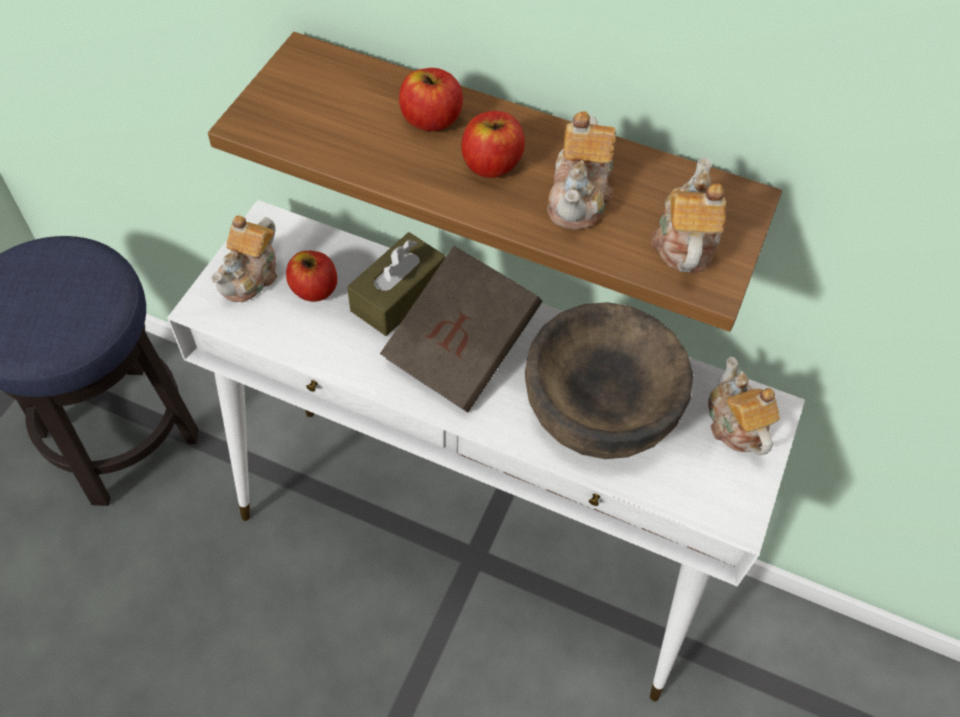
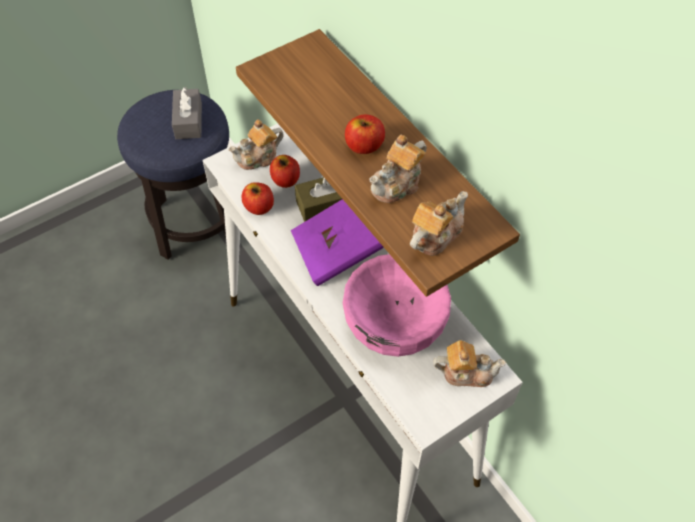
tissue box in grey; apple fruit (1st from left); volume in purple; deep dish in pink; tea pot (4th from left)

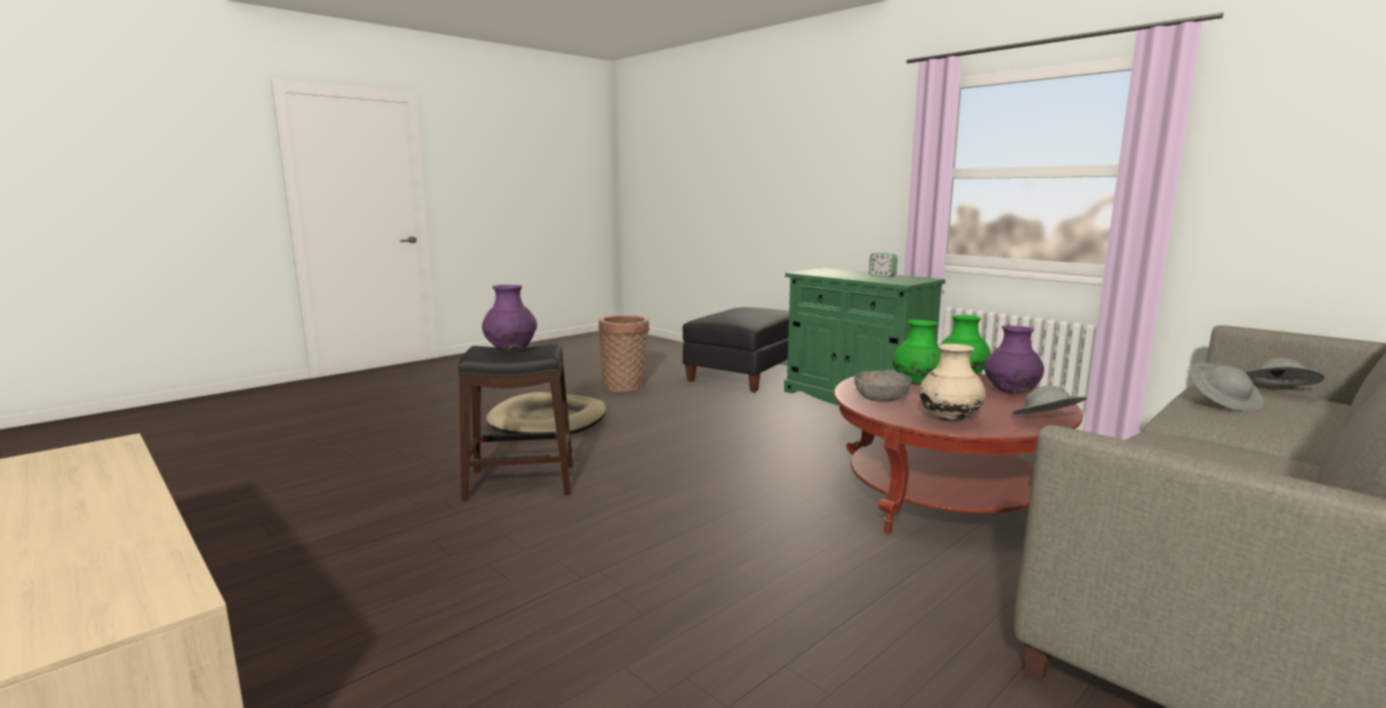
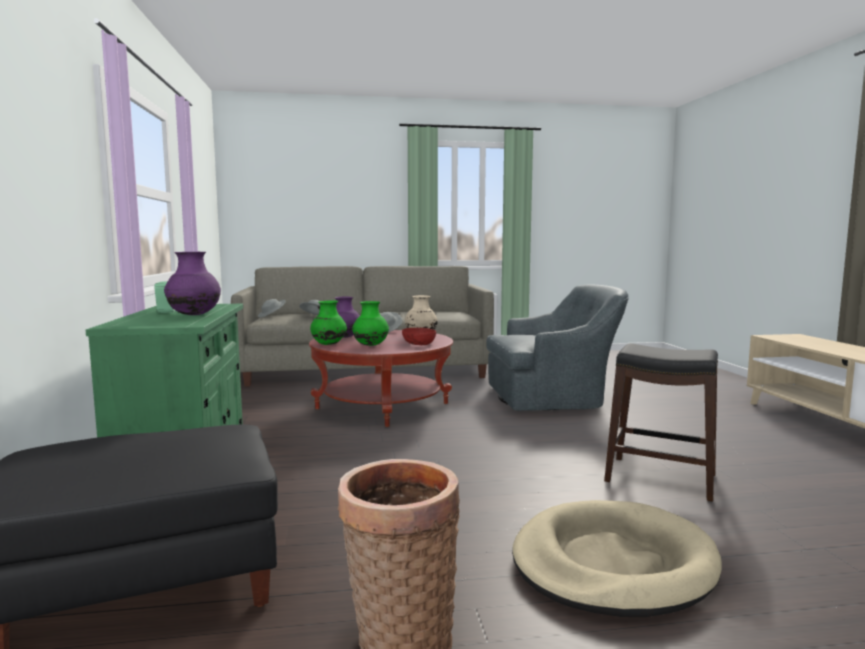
armchair in grey; vase in purple (1st from left); deep dish in red-coloured

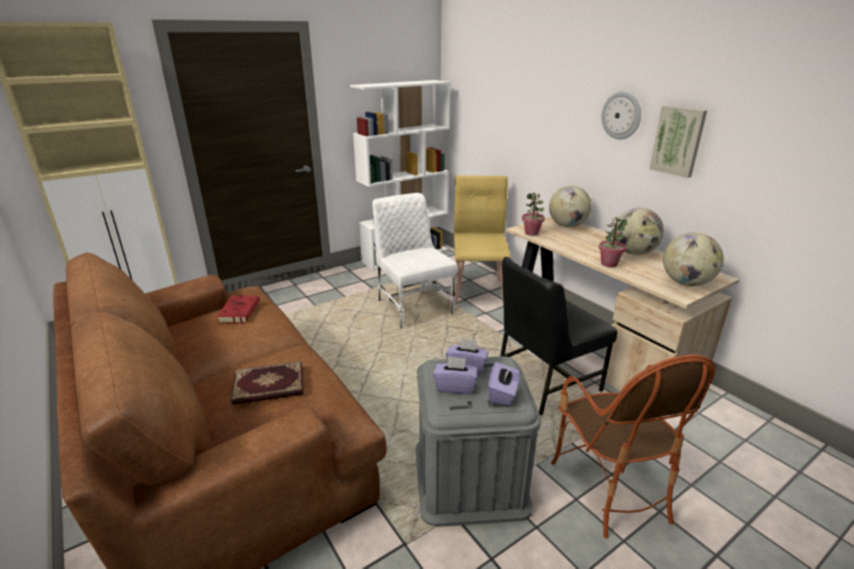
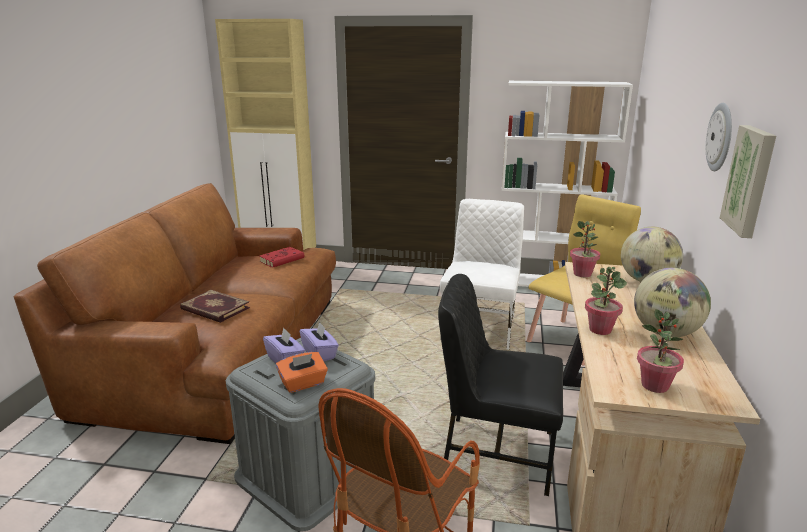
potted plant (3rd from left); tissue box in orangey

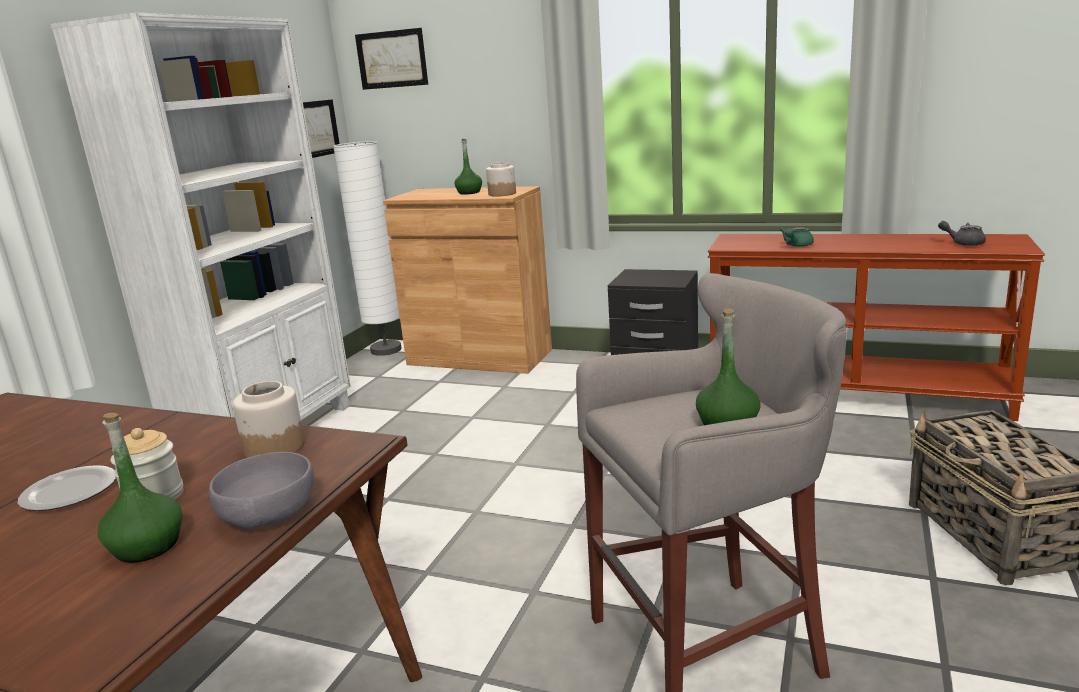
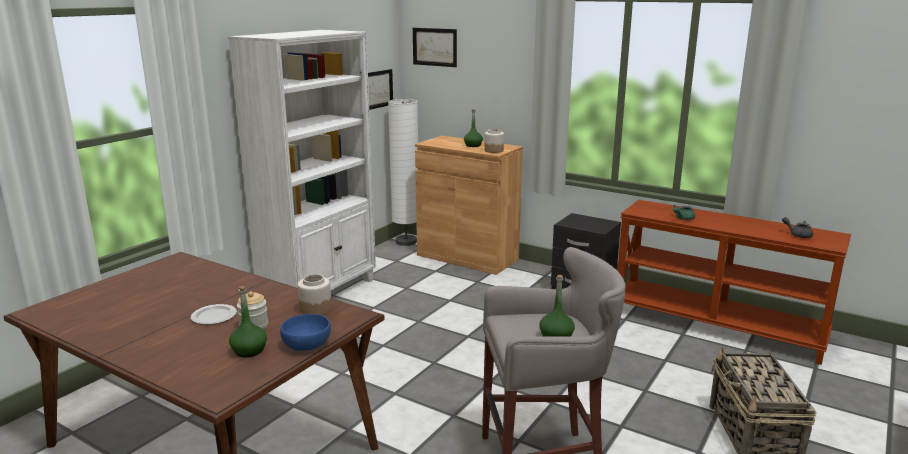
deep dish in blue

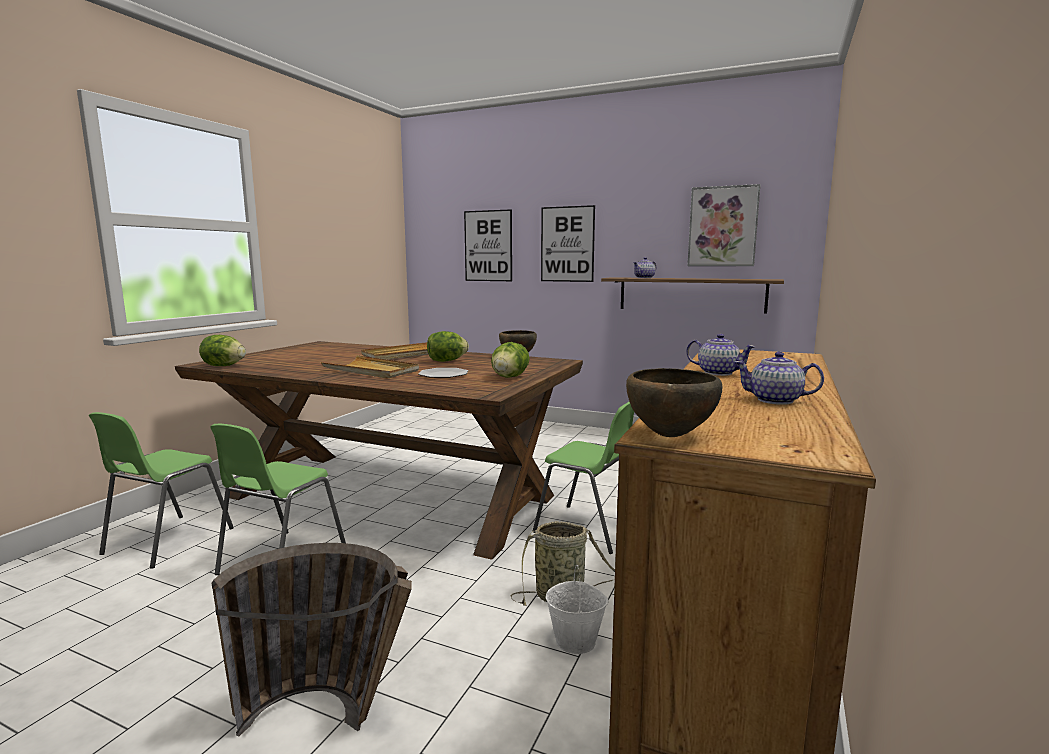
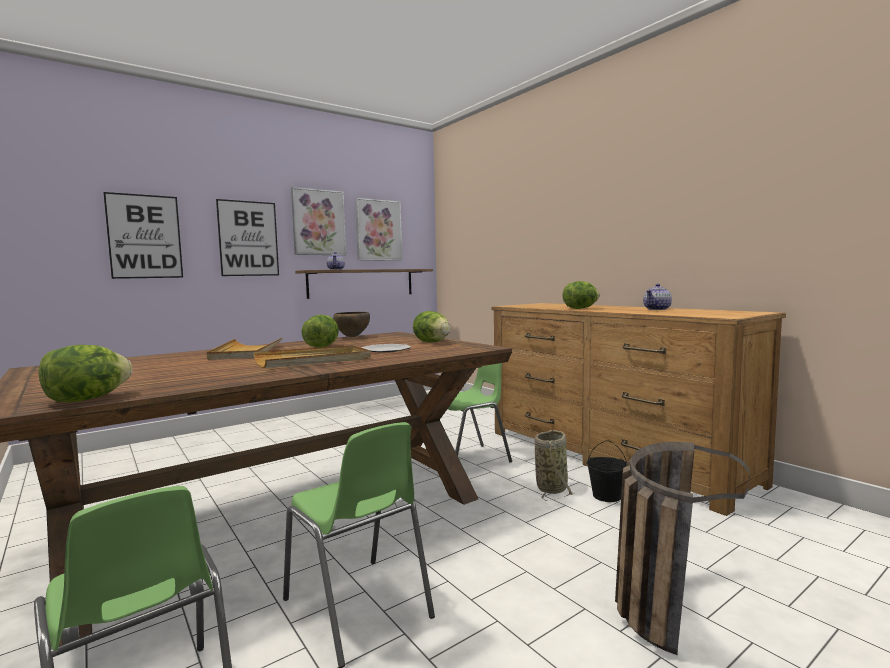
deep dish in brown-coloured (2nd from left in the first image); picture (3rd from left); head of lettuce (4th from left); bucket in black

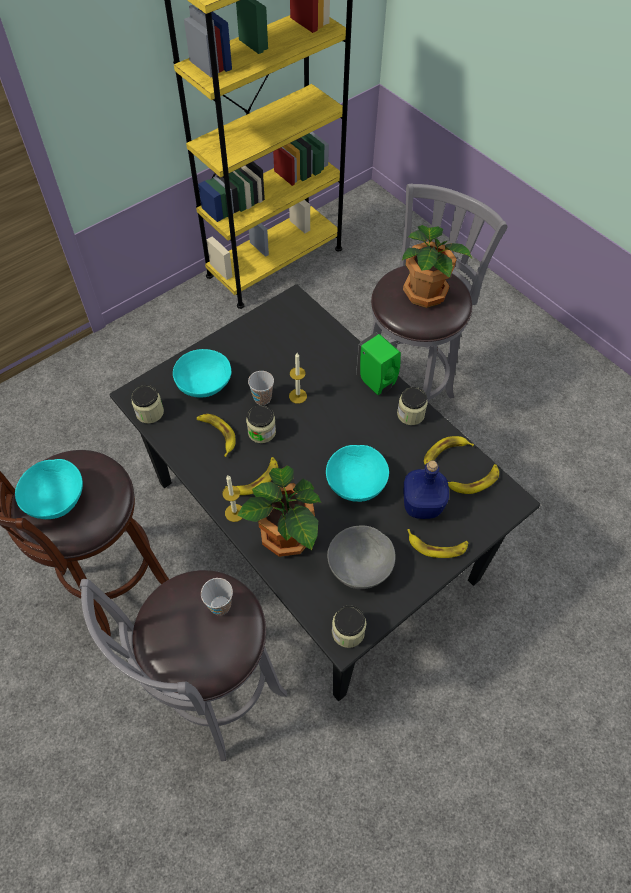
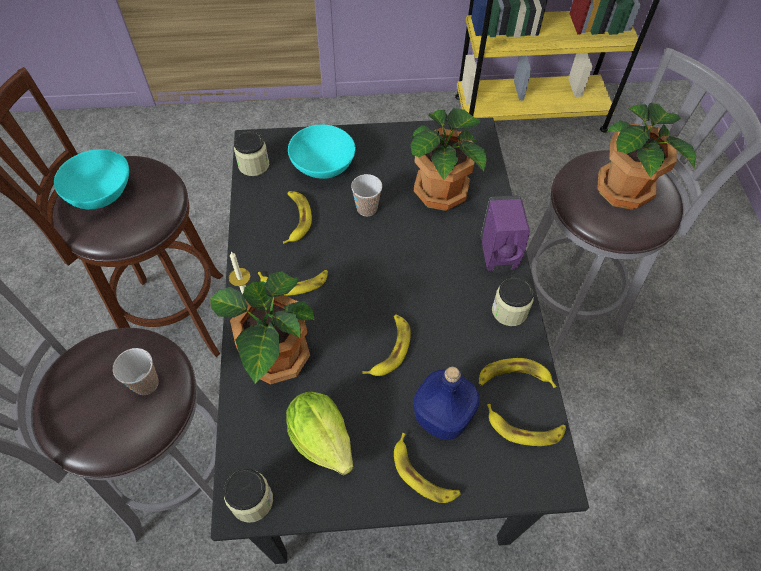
storage jar (2nd from left in the first image); wax light (2nd from left in the first image); potted plant (2nd from left); banana fruit (3rd from left); head of lettuce; soap bottle in purple

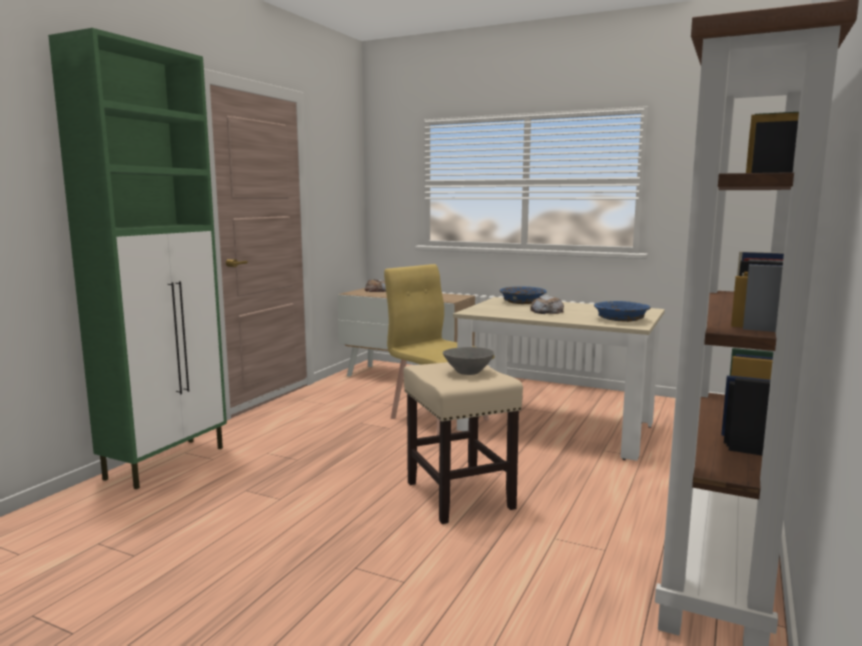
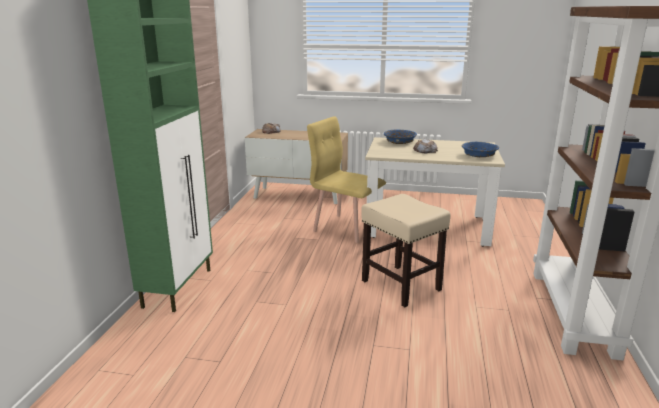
deep dish in grey

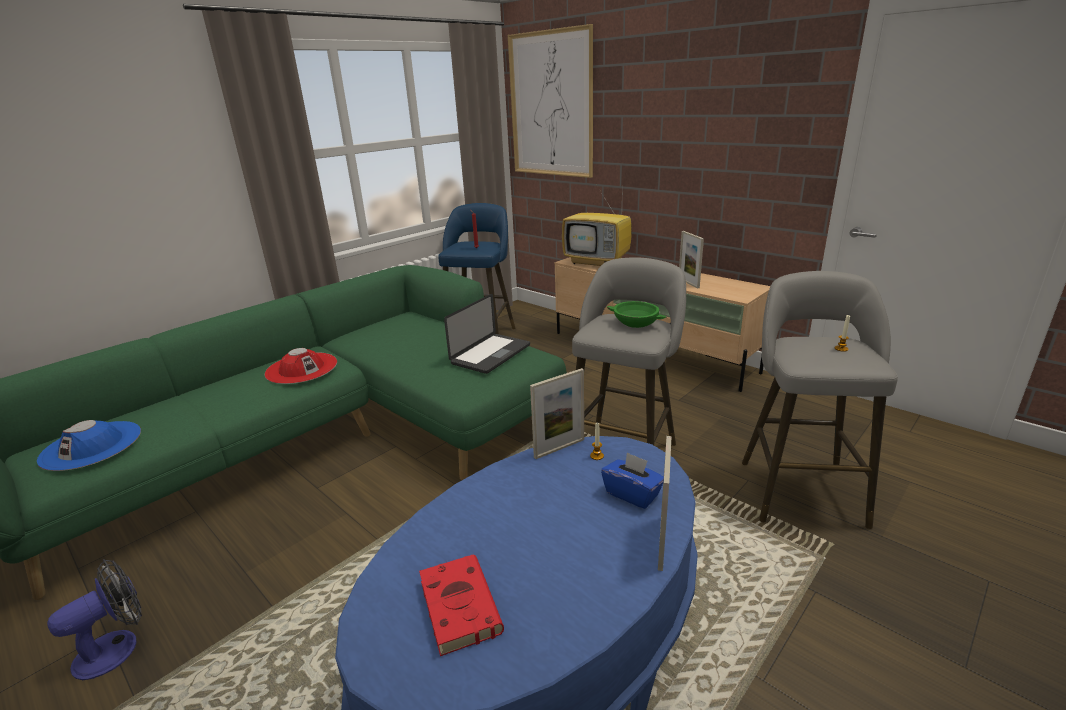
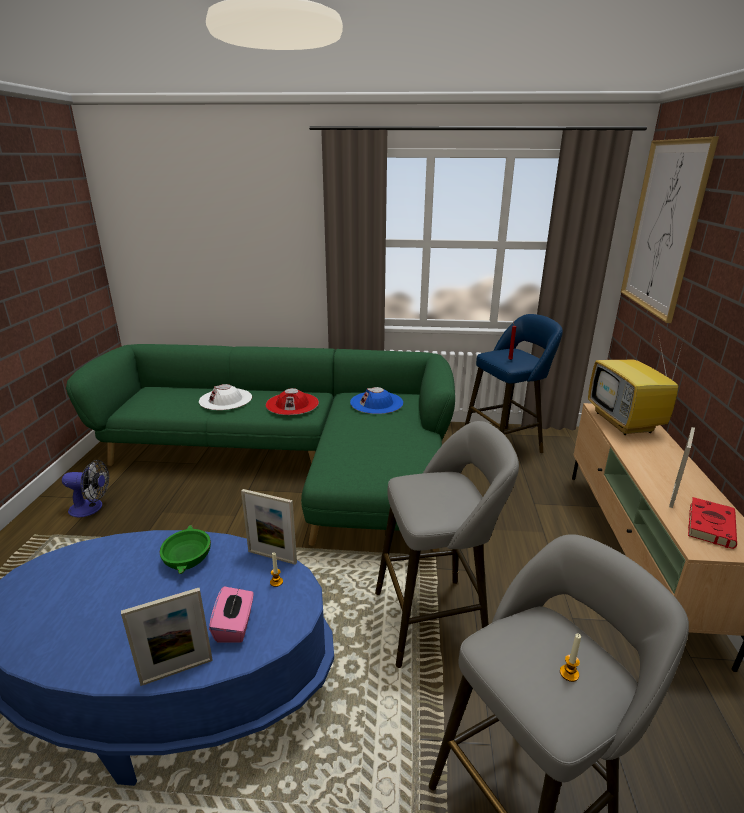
notebook computer; hat in whitish; hat in blue; volume in red-coloured; deep dish in greenish; tissue box in pink

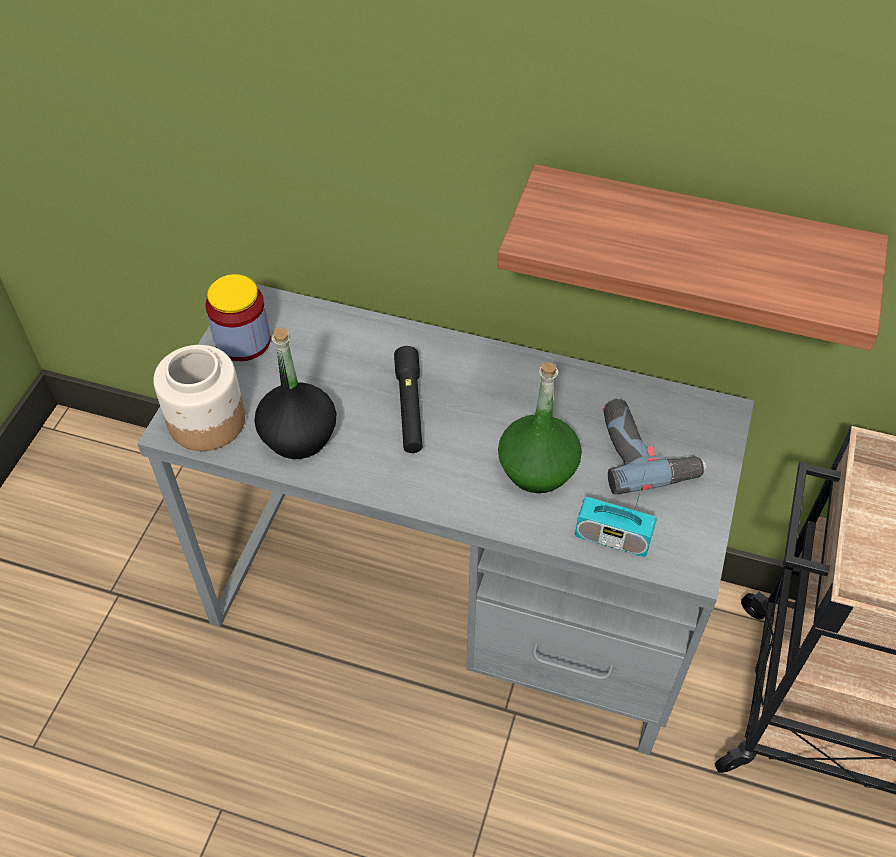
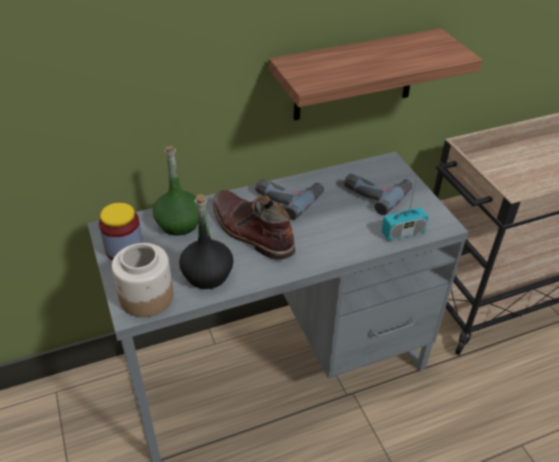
drill (1st from left); bottle in greenish; tall boot in brown-coloured

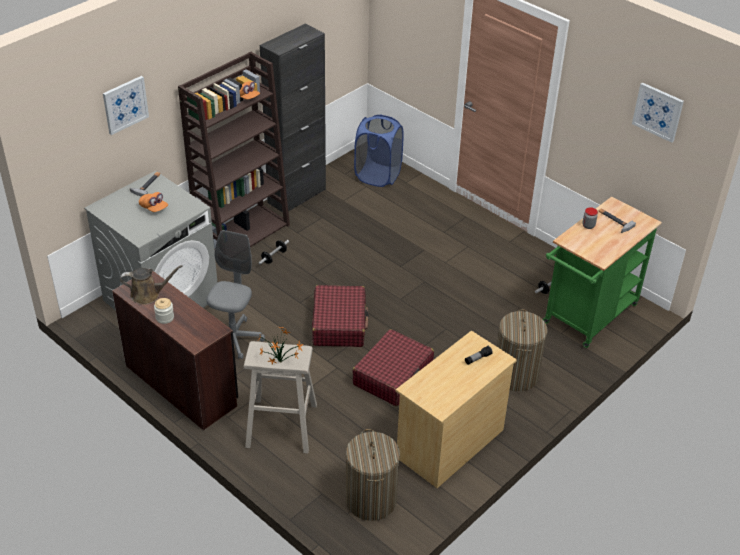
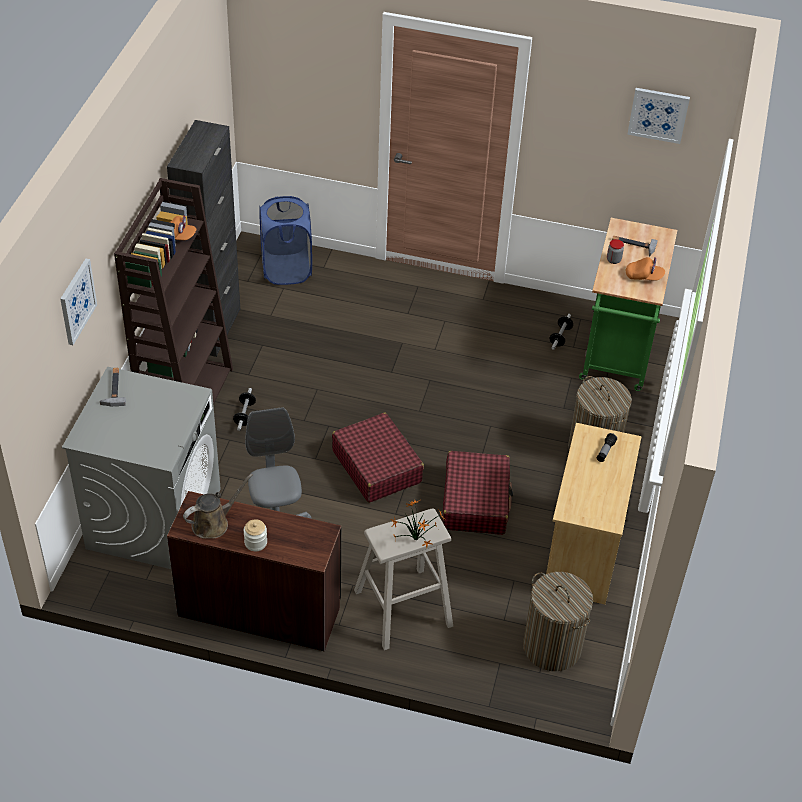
cap in orangey (2nd from left)

